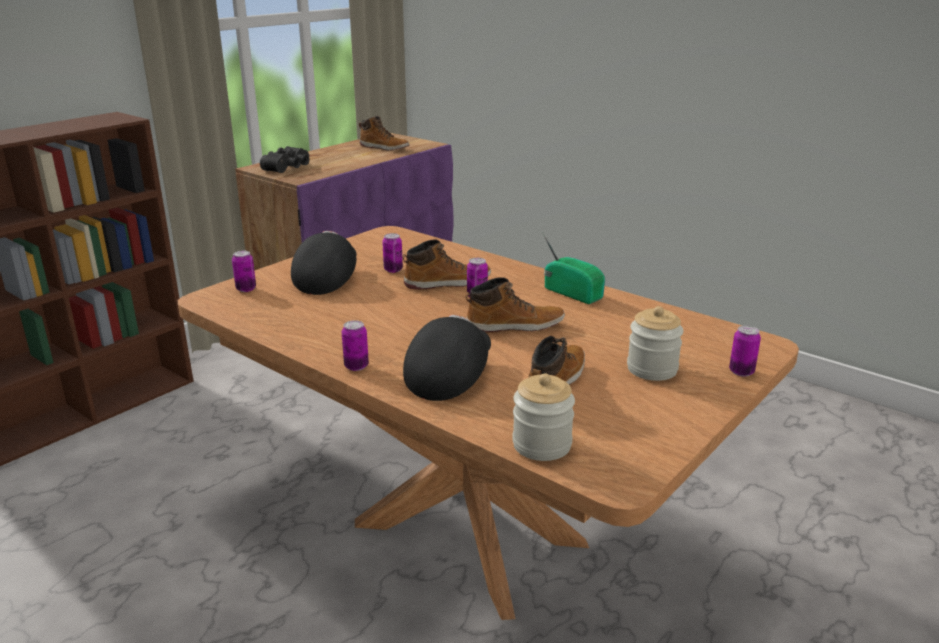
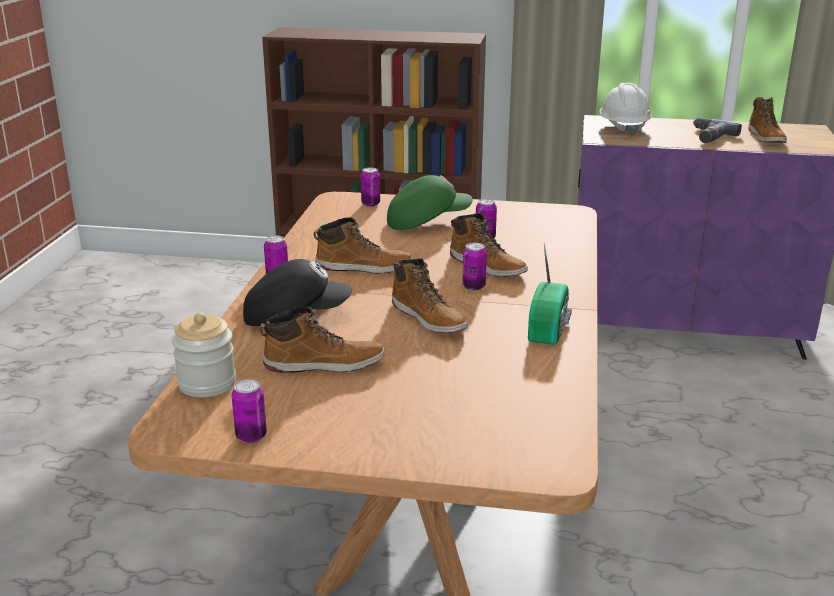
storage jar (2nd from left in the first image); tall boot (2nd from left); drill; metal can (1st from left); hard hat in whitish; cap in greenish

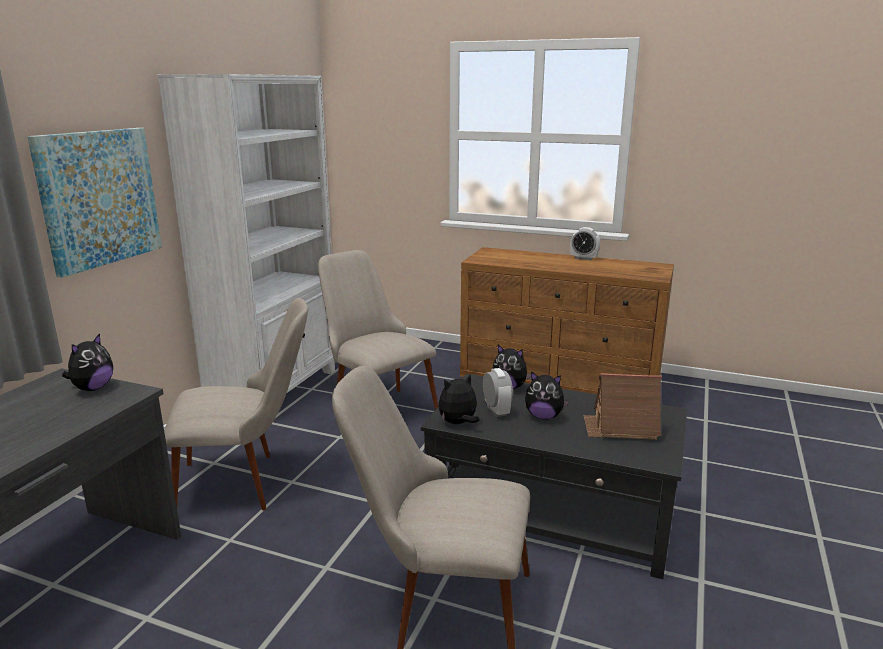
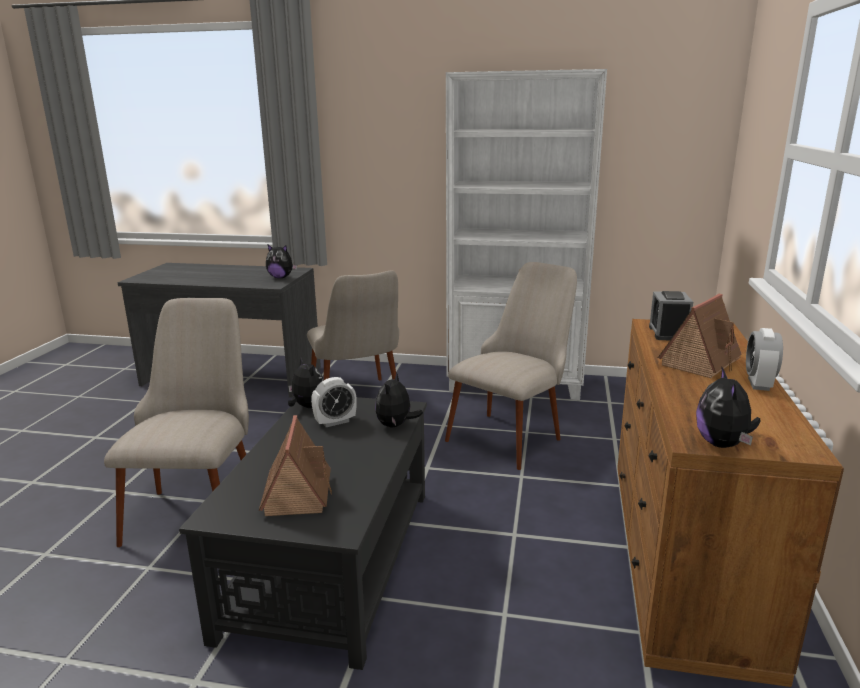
picture; alarm clock (2nd from left); toy house (2nd from left); plush toy (4th from left)

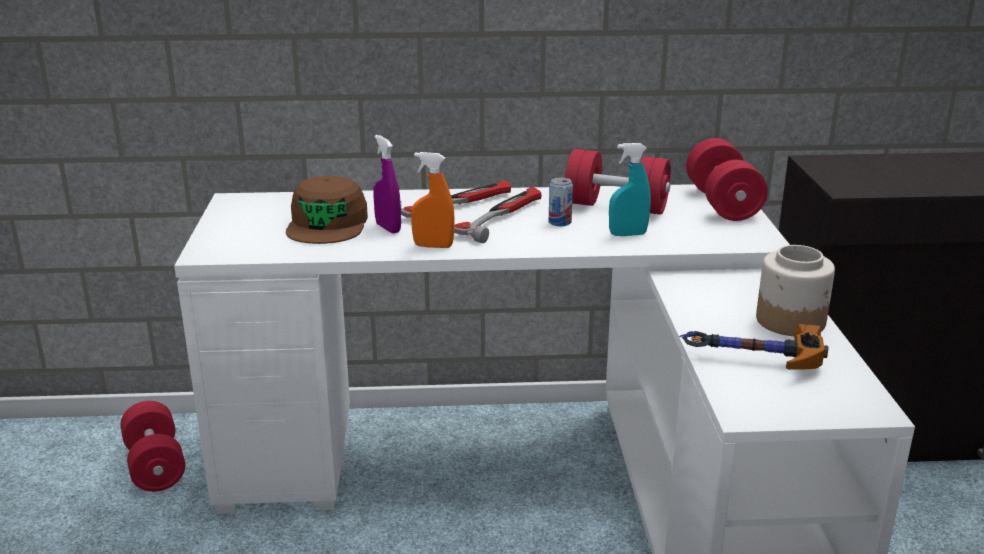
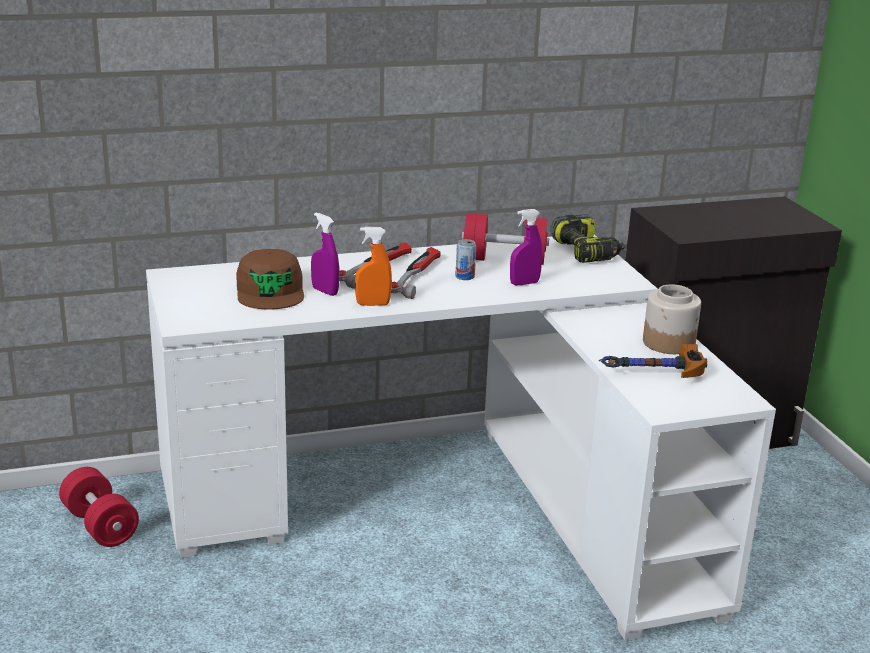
drill; sprayer in purple (2nd from left)

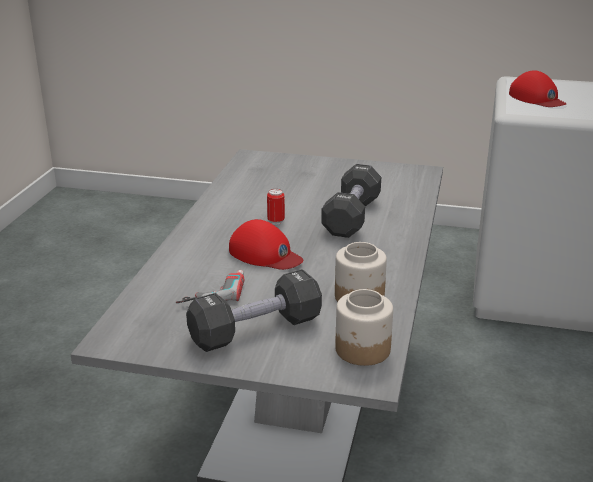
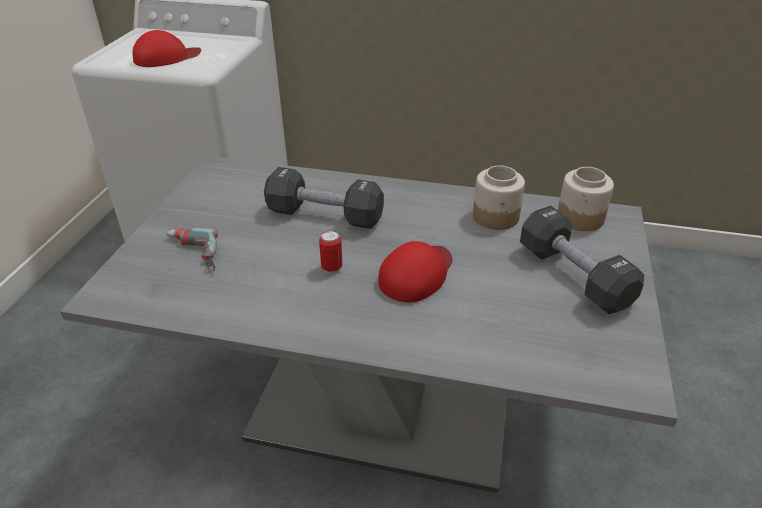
drill

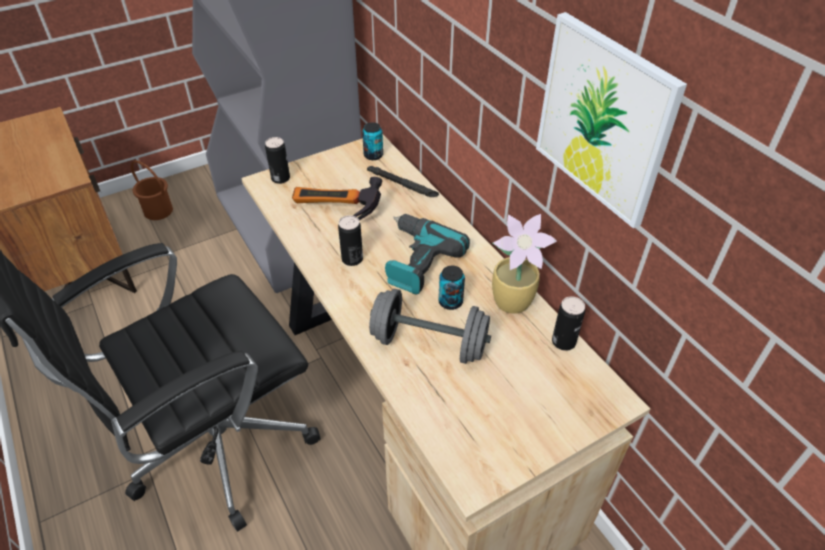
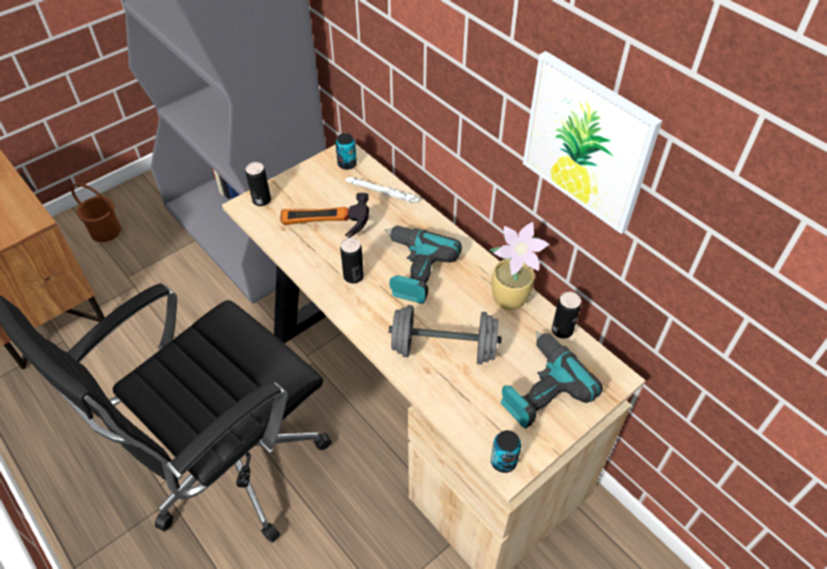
drill (2nd from left); metal can (4th from left); torch in whitish

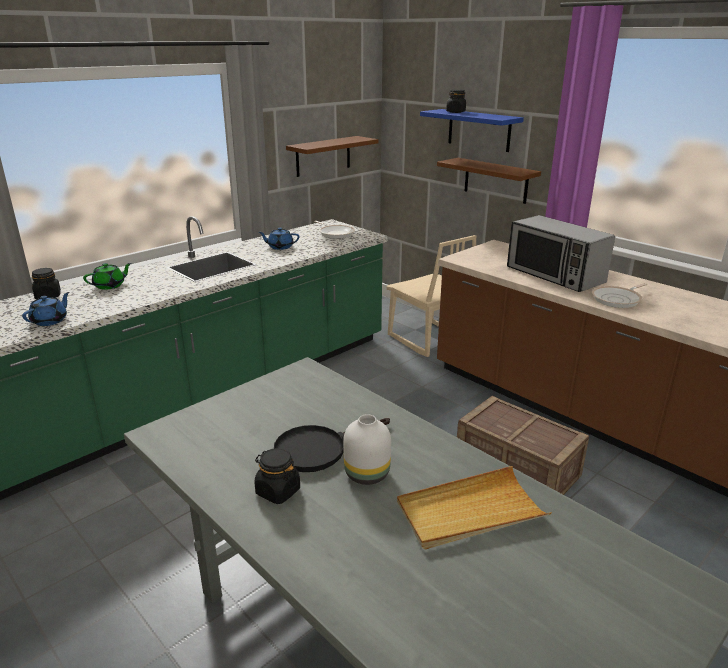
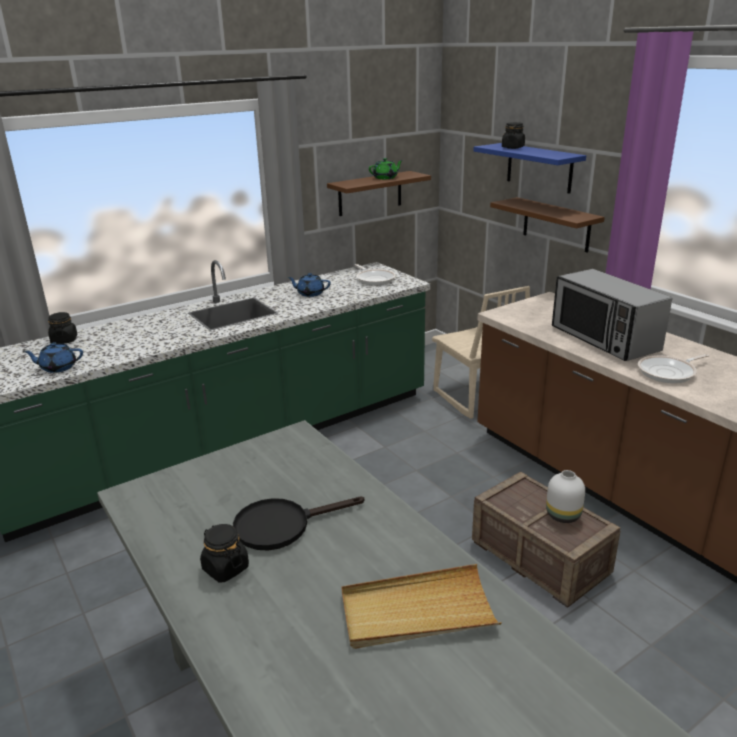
tea pot in greenish; vase in whitish; tea pot in blue (1st from left)

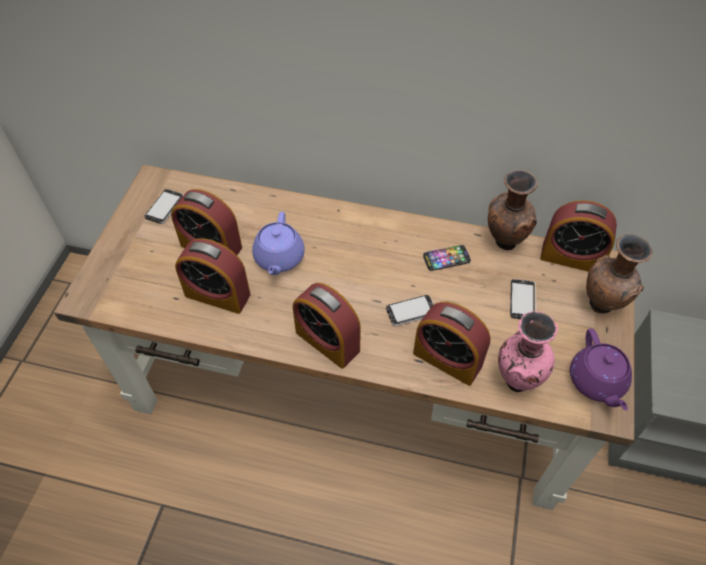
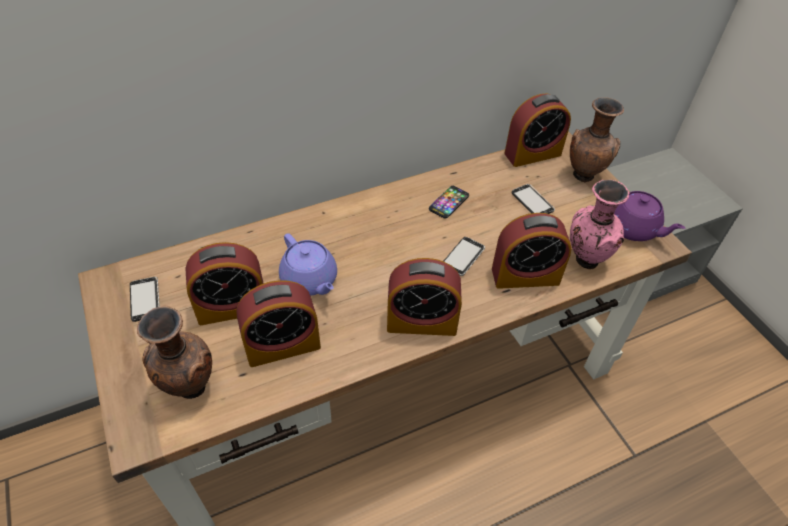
vase in brown-coloured (1st from left)

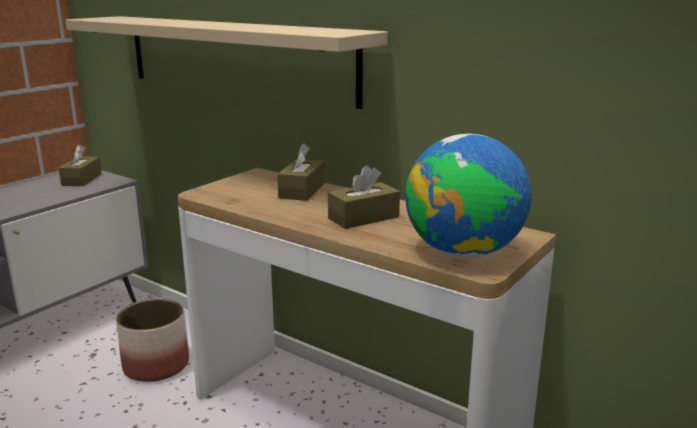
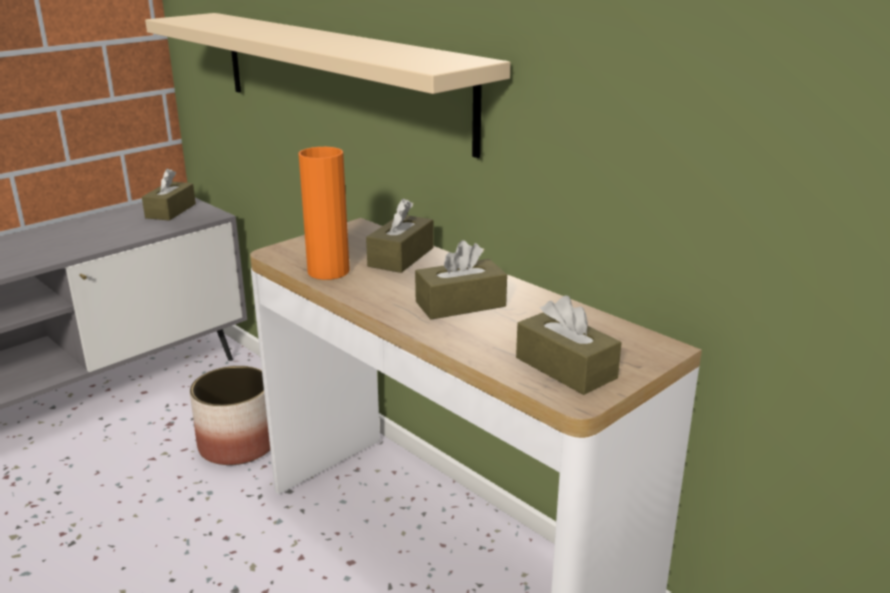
vase in orangey; tissue box in brown-coloured (4th from left)

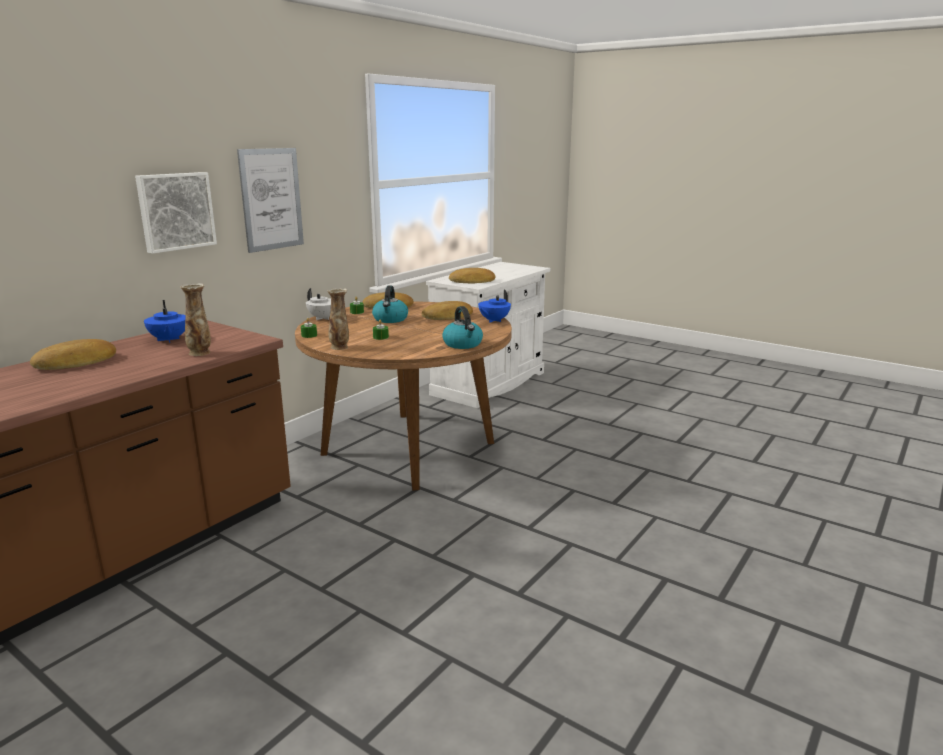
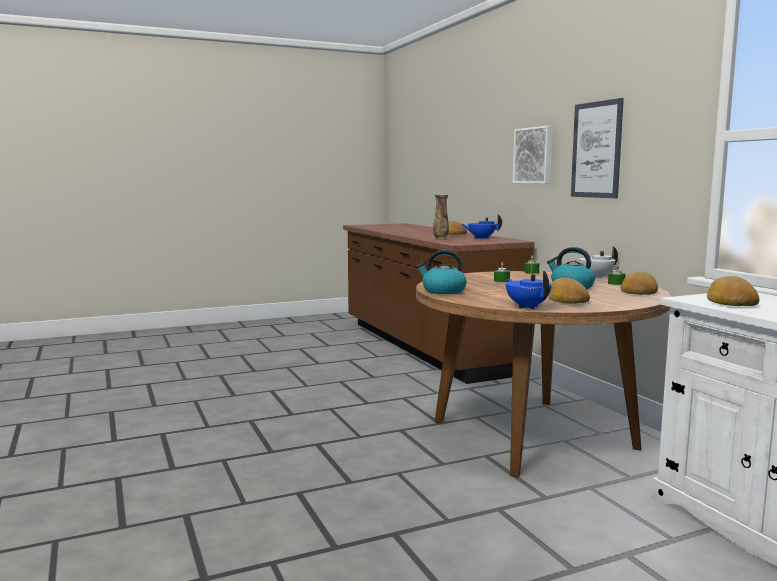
vase (2nd from left in the first image)

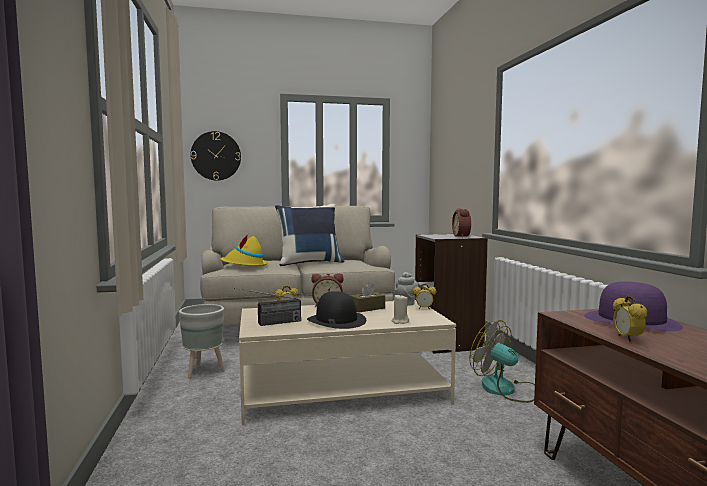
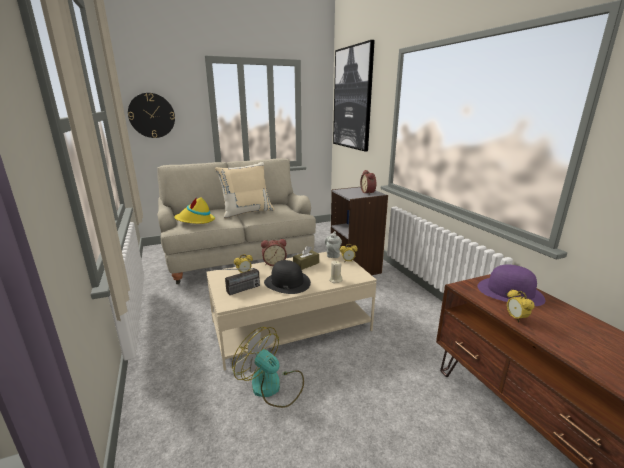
planter in grey; picture; electric fan; cushion in beige

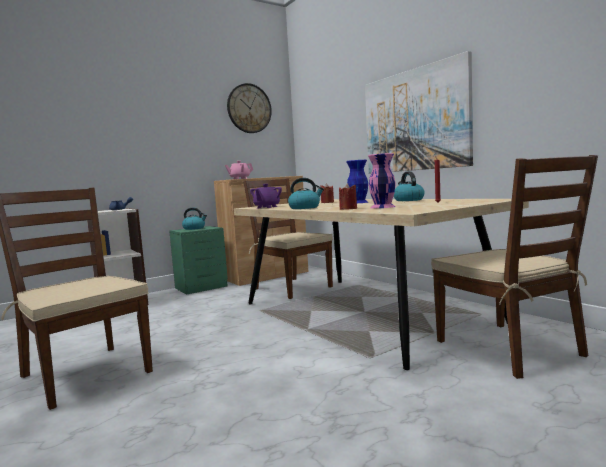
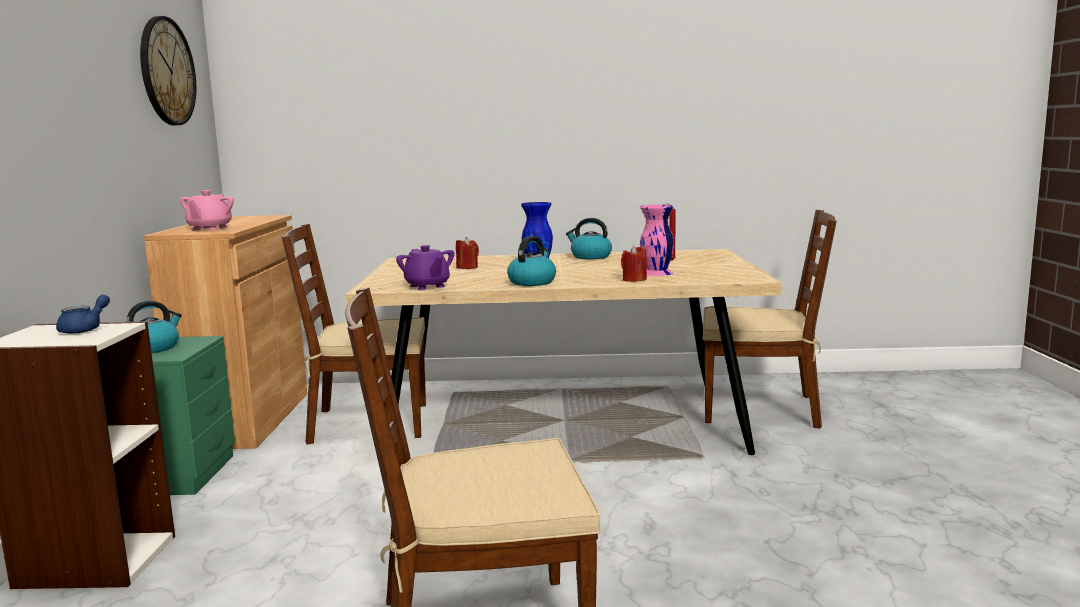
picture

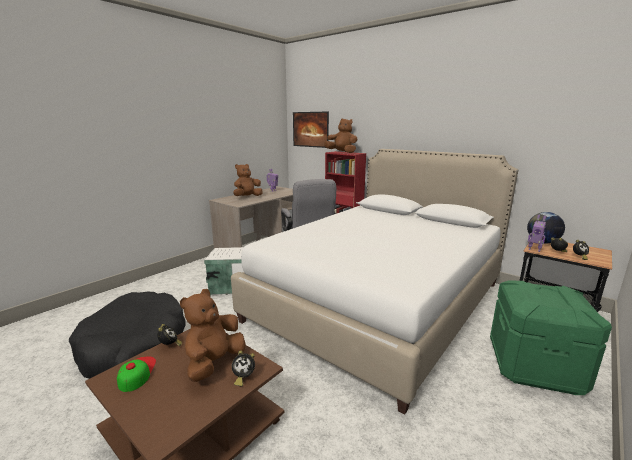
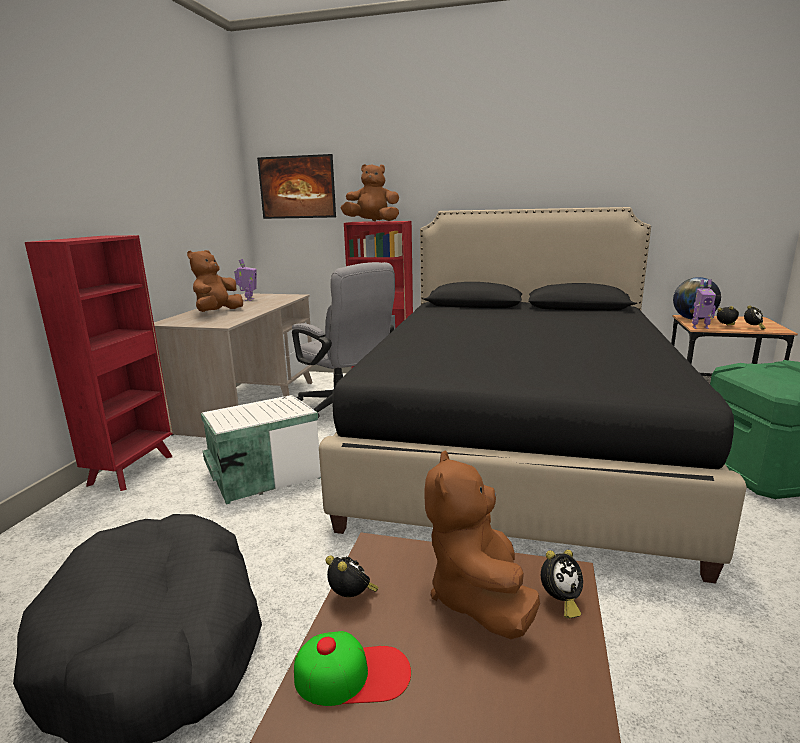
bookshelf in red-coloured (1st from left); sleeping bed in black; cap

